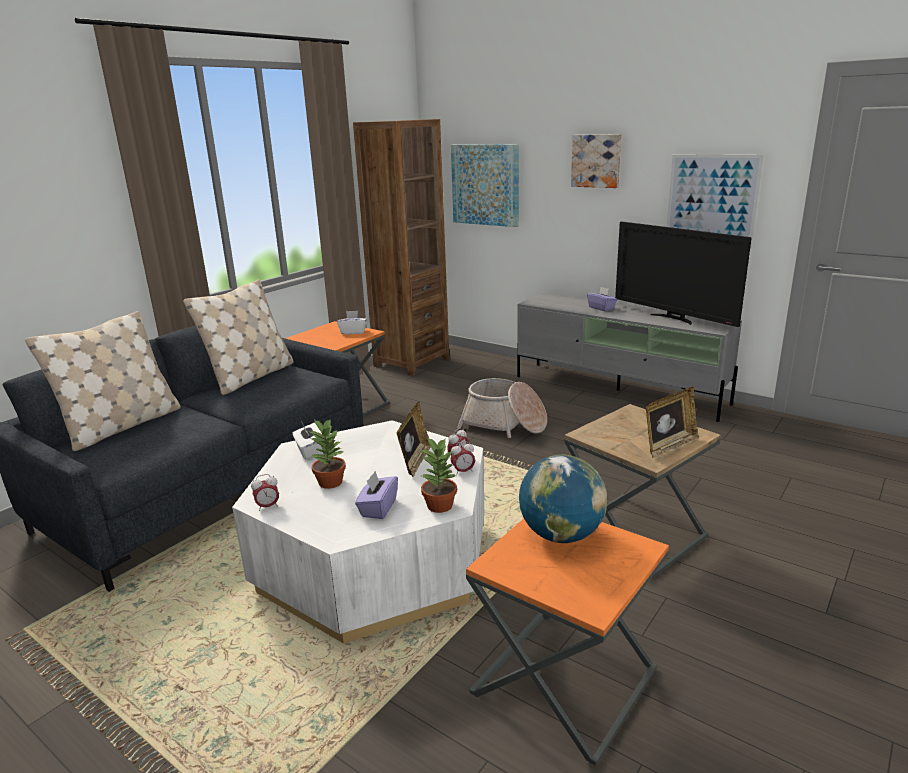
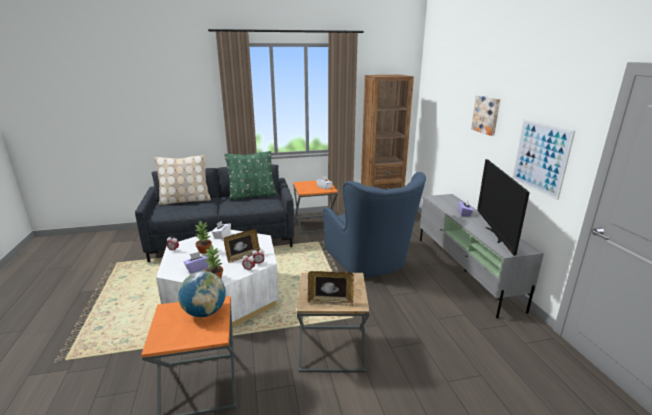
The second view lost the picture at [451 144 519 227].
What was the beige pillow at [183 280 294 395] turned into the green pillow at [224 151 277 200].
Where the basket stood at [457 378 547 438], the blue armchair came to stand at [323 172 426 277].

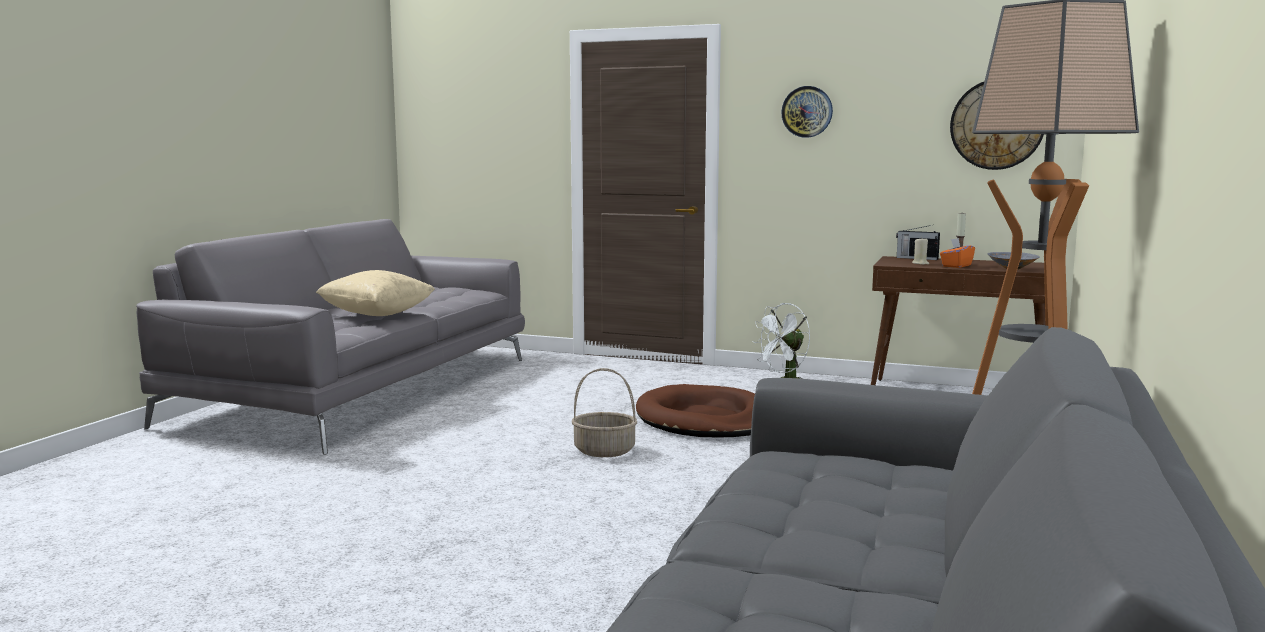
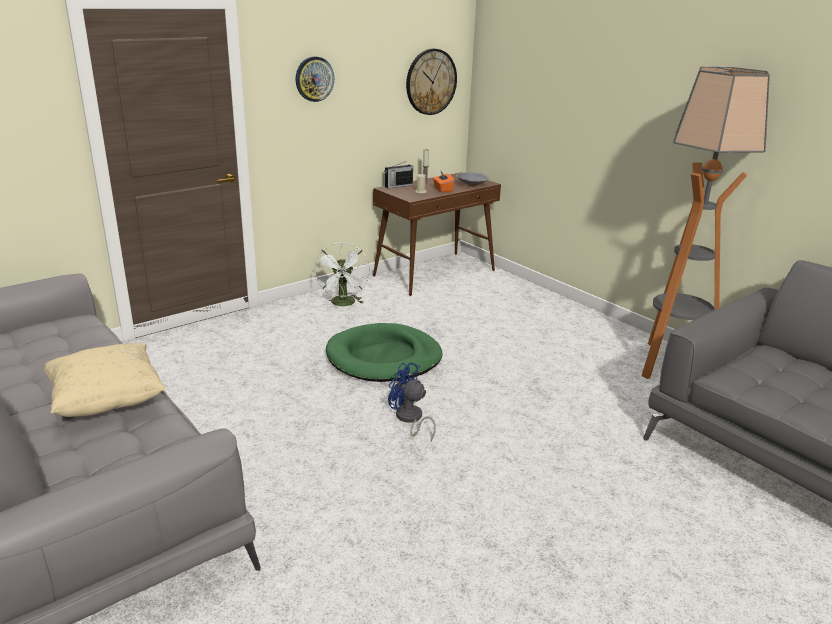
Where the basket stood at [572 368 637 457], the blue fan came to stand at [388 362 436 441].
What was the brown dog bed at [636 384 755 438] turned into the green dog bed at [326 323 443 382].

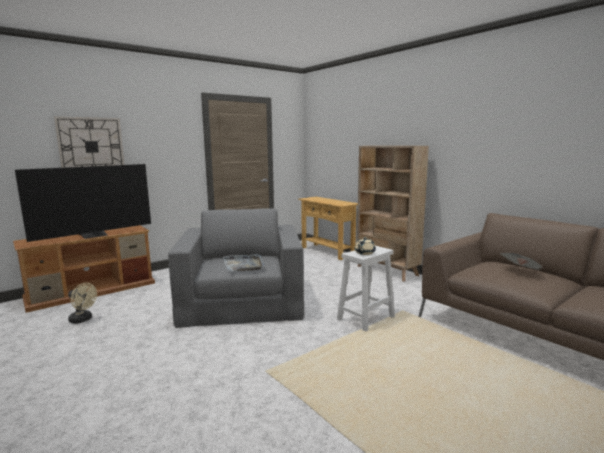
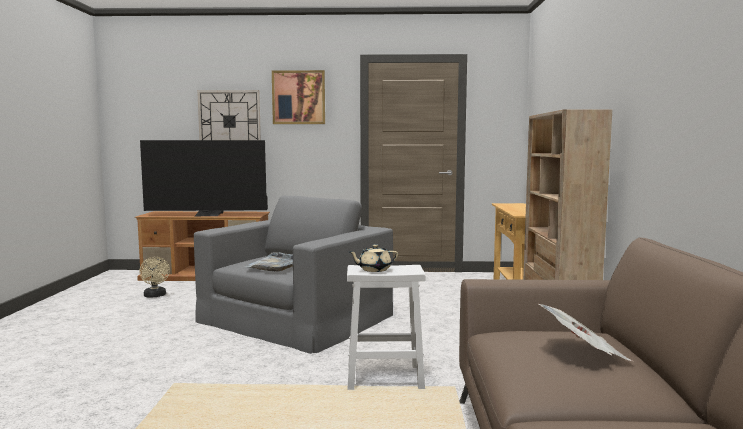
The second view gained the picture at [272 70 325 124].

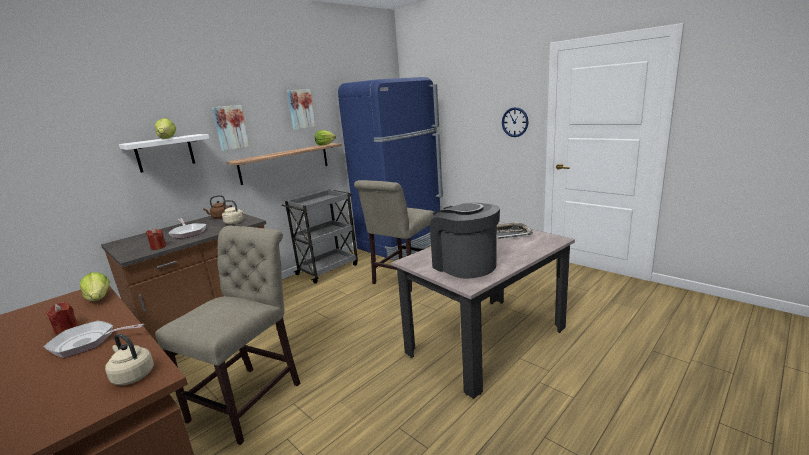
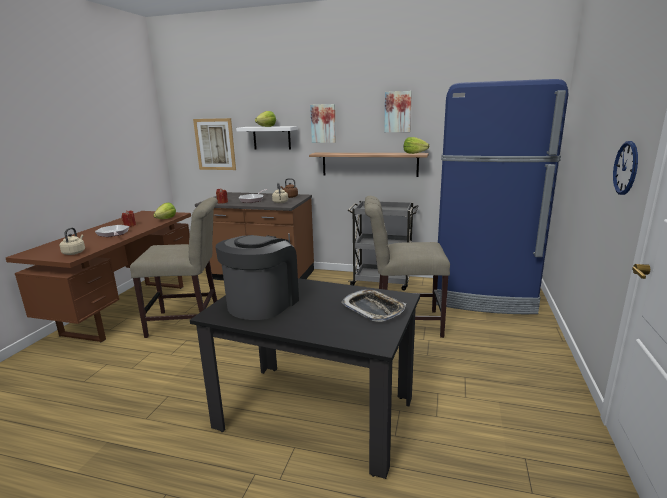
What was the beige dining table at [392 222 575 399] turned into the black dining table at [190 278 420 479].
The second view gained the picture at [193 118 236 170].

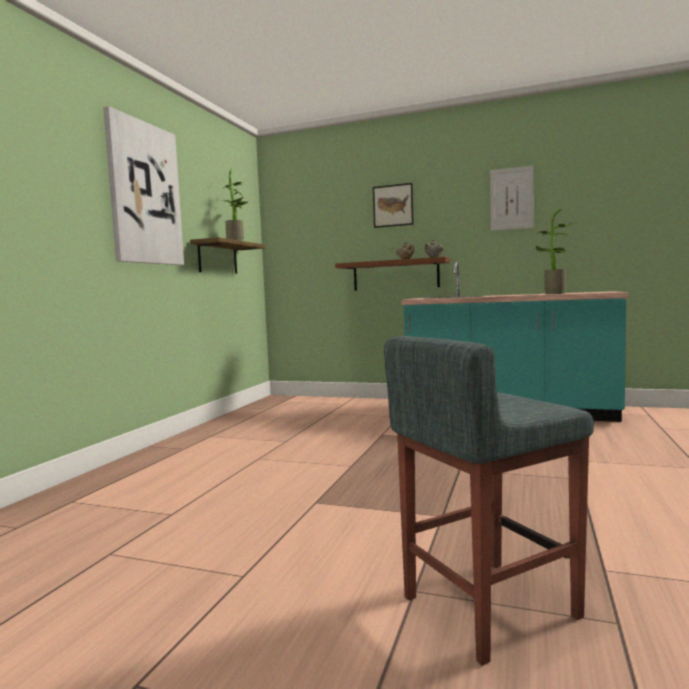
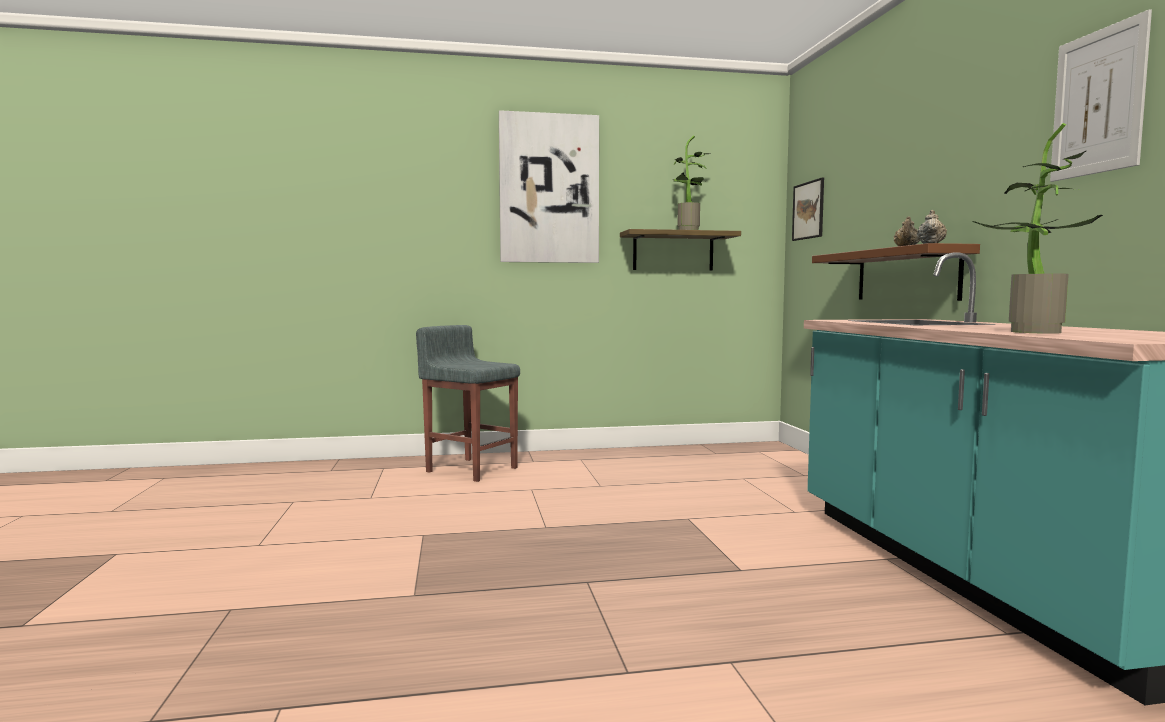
The picture ended up elsewhere, having gone from [373 183 414 228] to [792 178 824 241].
The grey stool ended up elsewhere, having gone from [384 336 594 666] to [416 325 520 482].

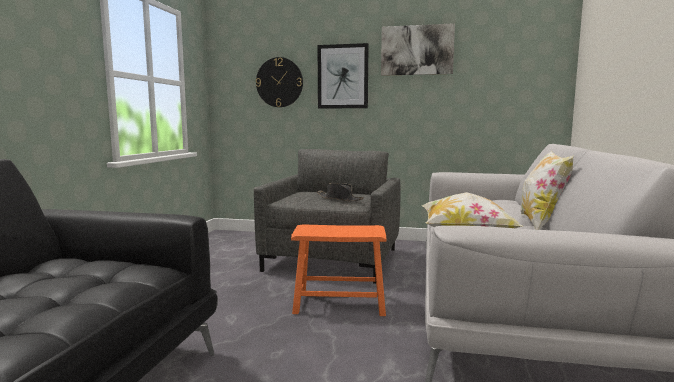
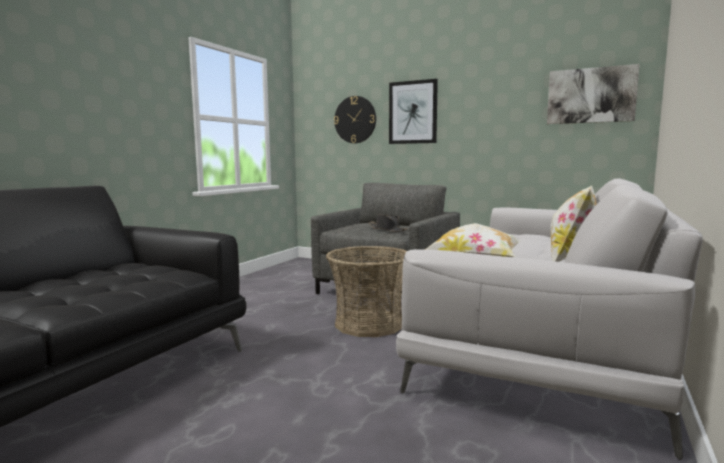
The picture ended up elsewhere, having gone from [381 23 455 76] to [547 64 640 124].
Where the orange stool stood at [291 224 386 316], the basket came to stand at [326 246 407 337].

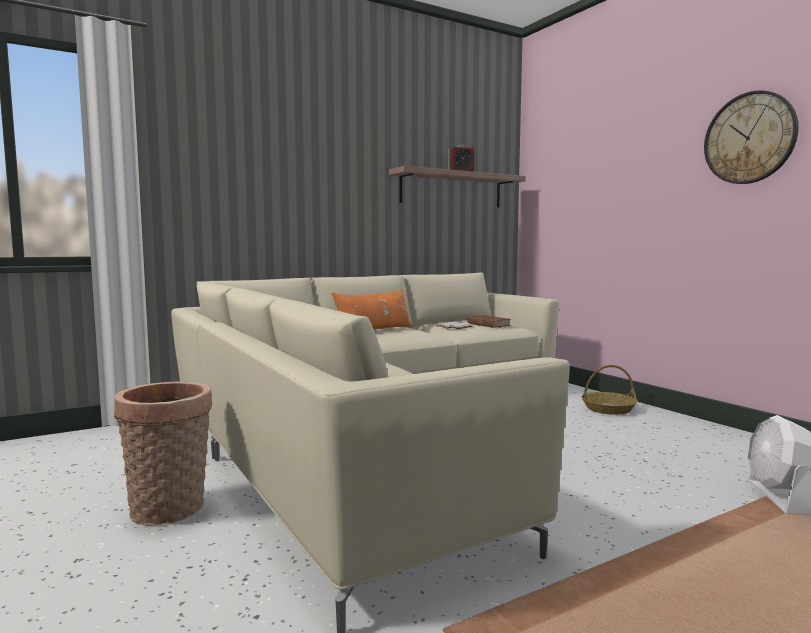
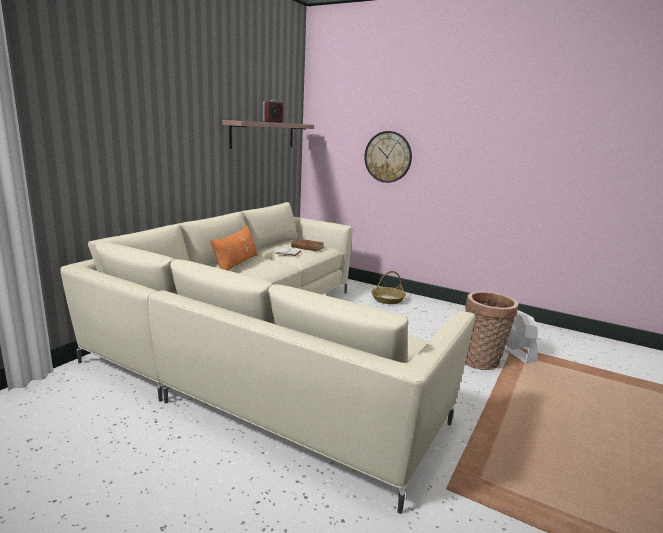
The wall clock ended up elsewhere, having gone from [704 90 799 184] to [364 131 412 183].
The basket ended up elsewhere, having gone from [114 381 212 526] to [465 291 518 370].

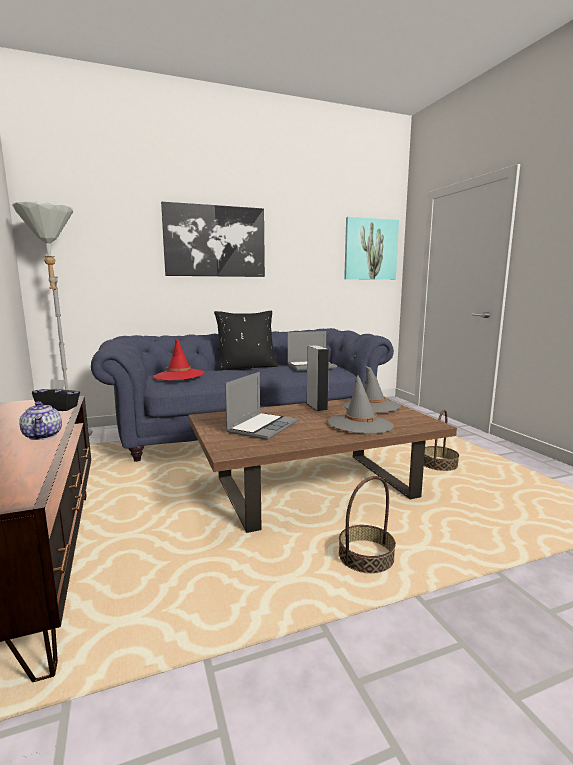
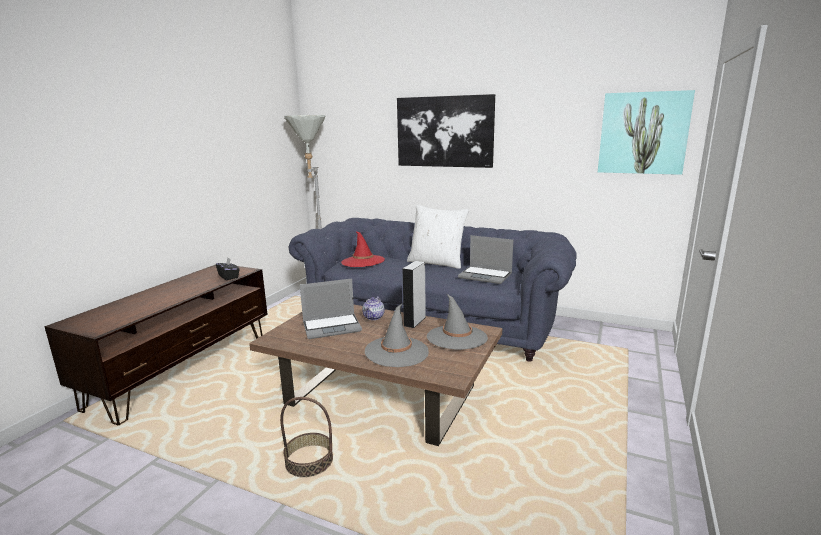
What was the black pillow at [214 311 278 371] turned into the white pillow at [407 205 469 269].
The teapot ended up elsewhere, having gone from [19 401 62 440] to [362 296 385 320].
The second view lost the basket at [424 409 459 471].

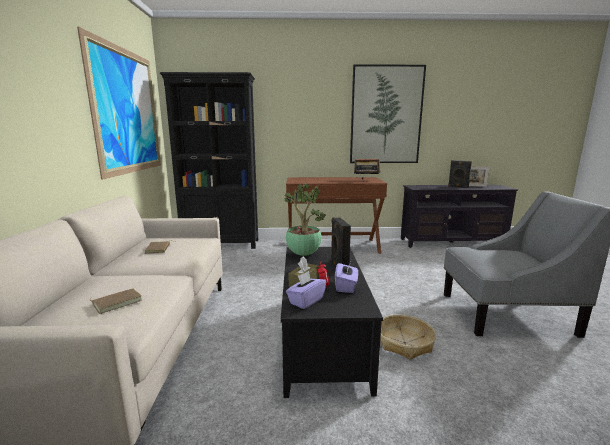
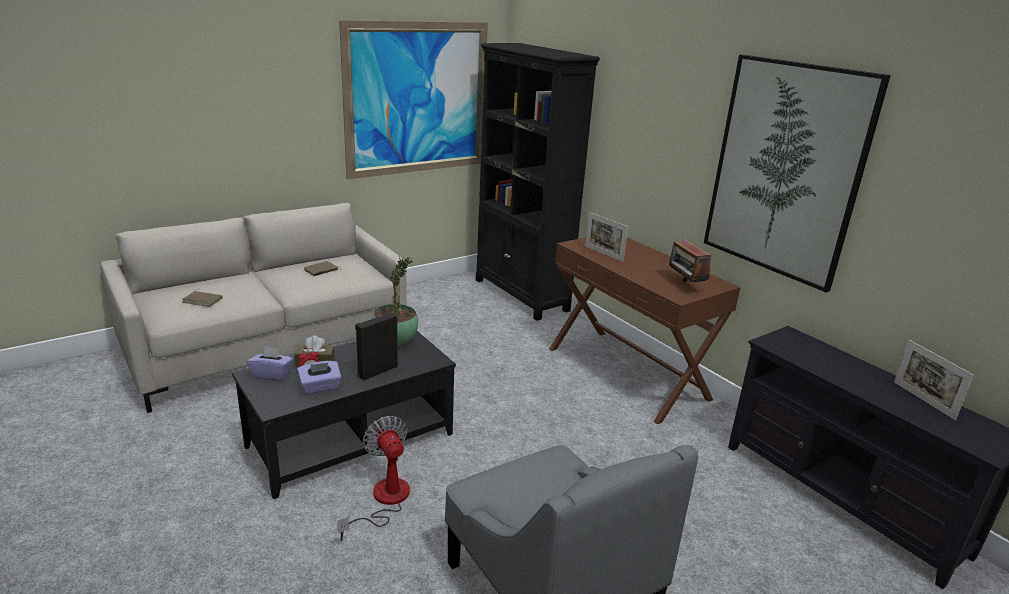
The second view lost the black speaker at [448 160 472 188].
Where the basket stood at [380 315 436 360], the fan came to stand at [337 416 410 541].
The second view gained the picture frame at [585 212 628 262].

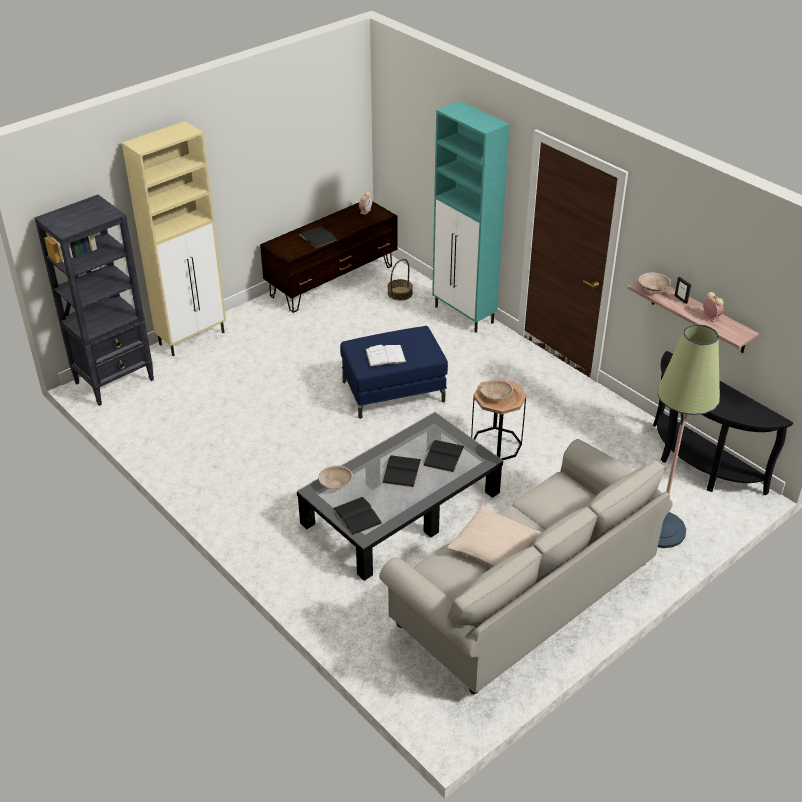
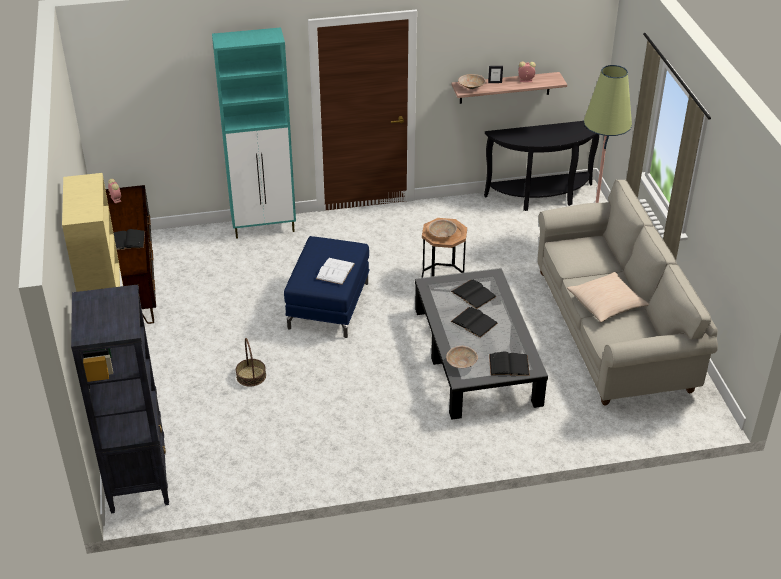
The basket ended up elsewhere, having gone from [387 259 413 301] to [236 338 266 387].

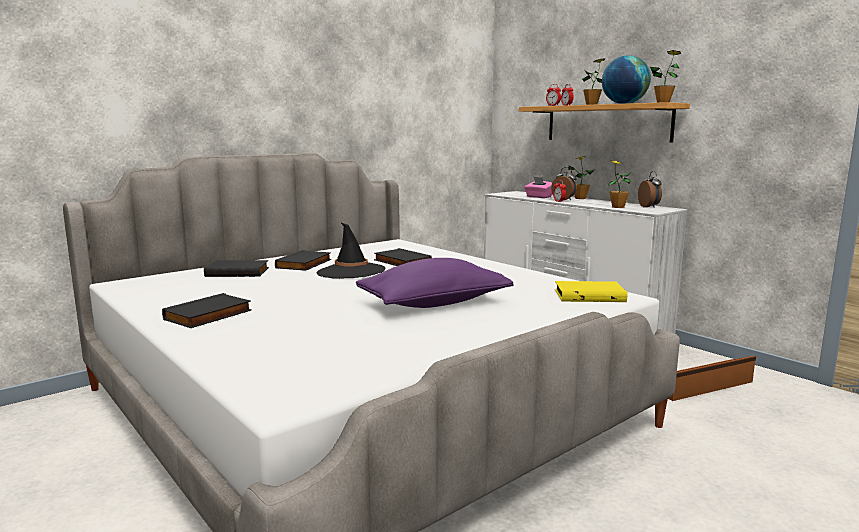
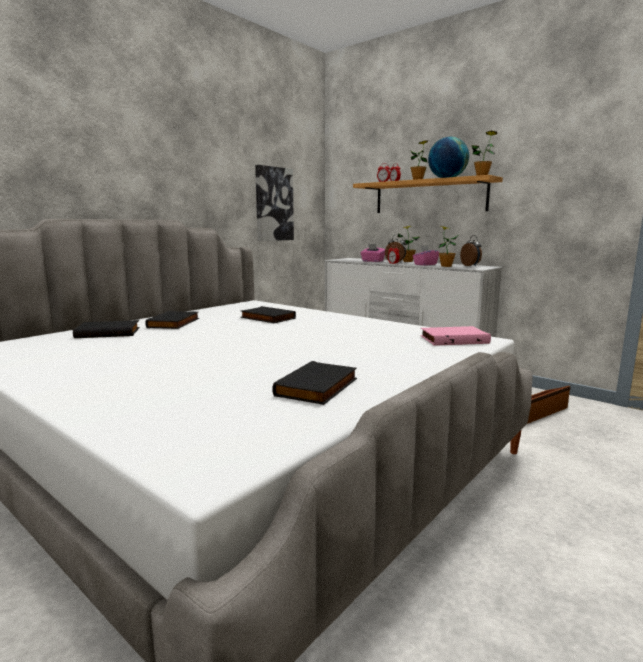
The second view lost the black hat at [317 222 386 279].
The second view lost the purple pillow at [356 258 514 308].
What was the yellow book at [555 281 627 302] turned into the pink book at [420 326 491 346].
The black book ended up elsewhere, having gone from [162 293 252 328] to [272 361 357 405].
The second view gained the picture at [255 165 294 241].
The second view gained the pink tissue box at [412 245 439 266].

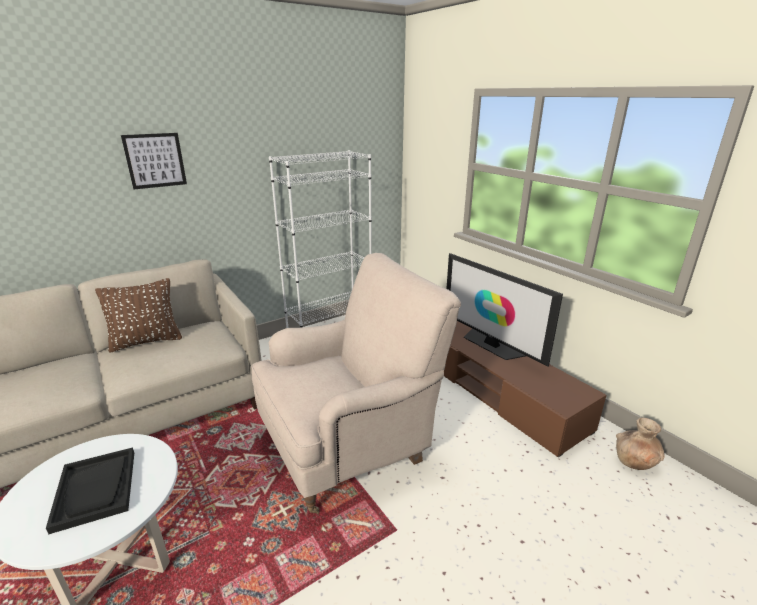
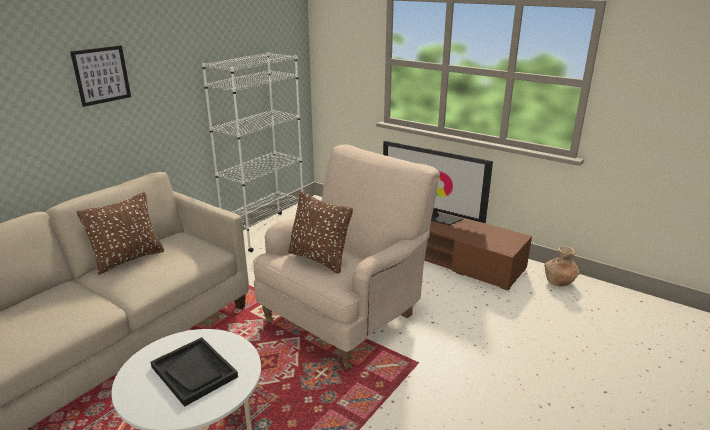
The second view gained the brown pillow at [288 192 353 274].

